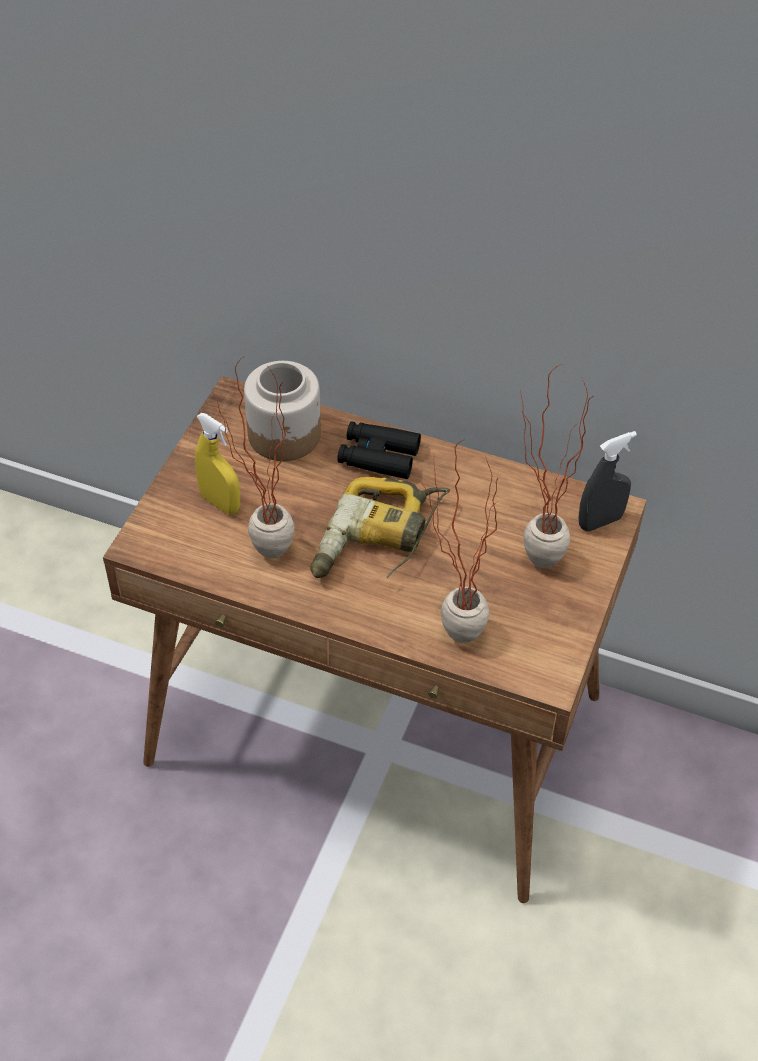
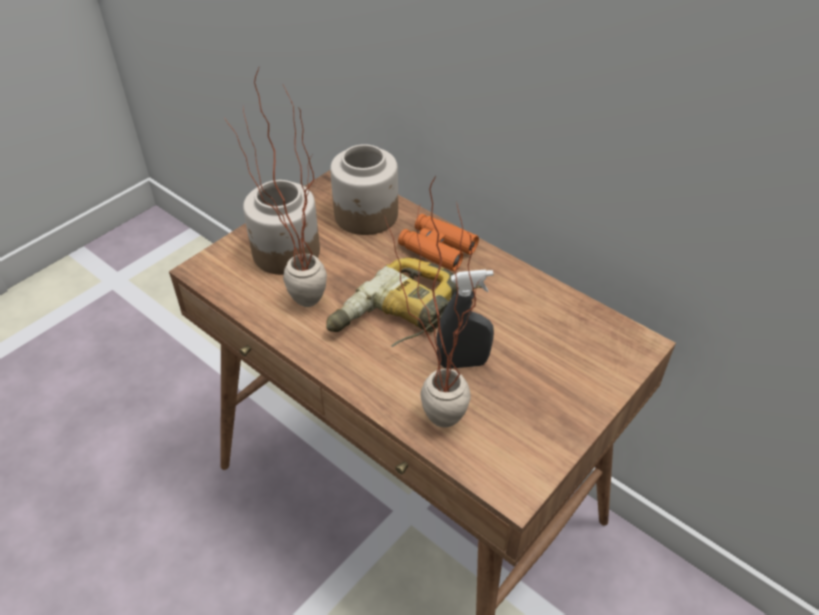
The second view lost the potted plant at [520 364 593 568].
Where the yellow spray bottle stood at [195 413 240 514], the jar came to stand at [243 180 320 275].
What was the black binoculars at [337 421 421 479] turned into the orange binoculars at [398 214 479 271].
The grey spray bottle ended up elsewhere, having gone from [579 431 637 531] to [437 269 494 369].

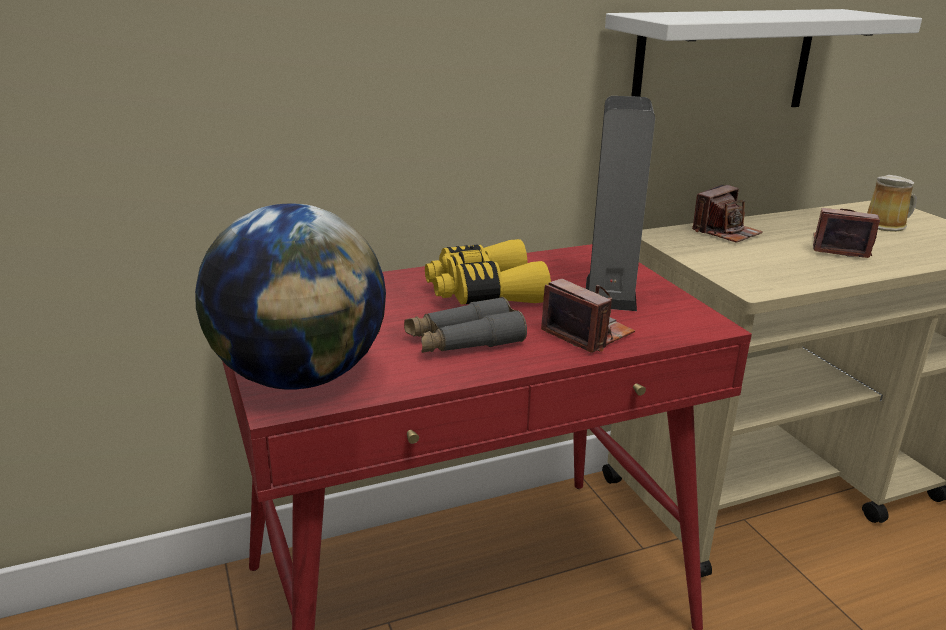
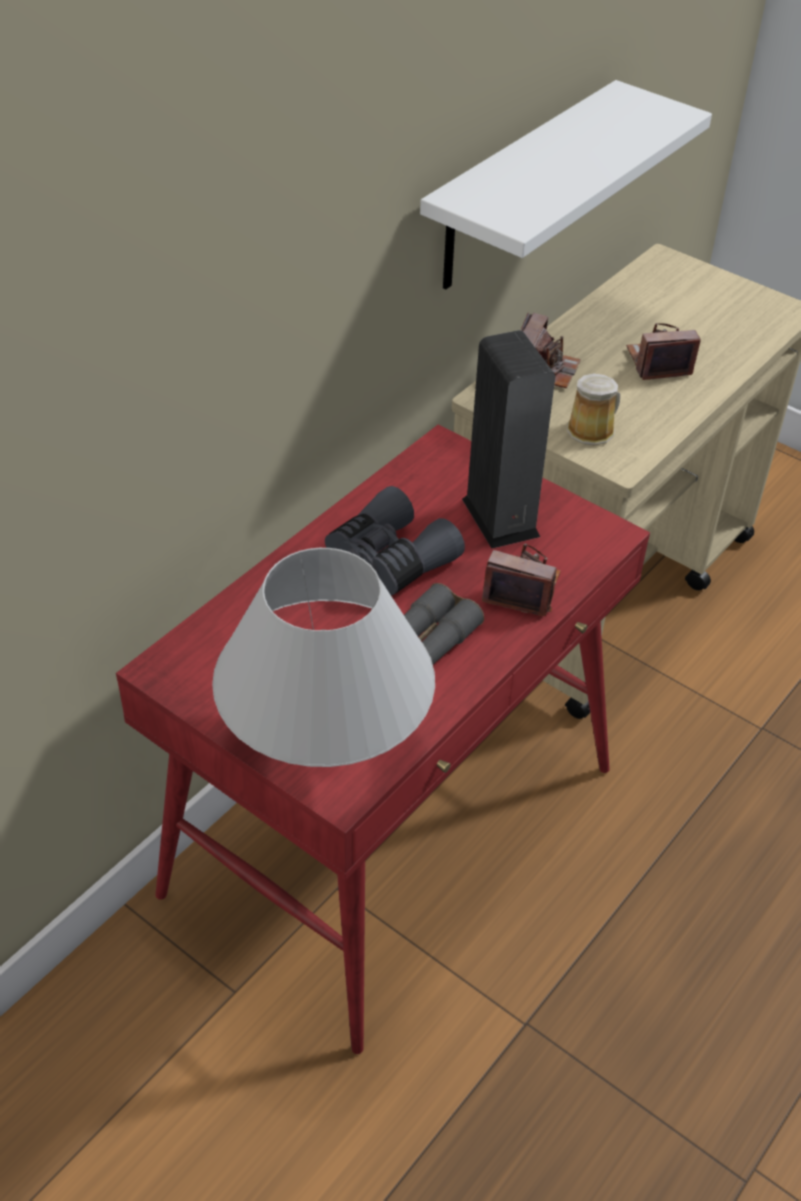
The mug ended up elsewhere, having gone from [867 175 917 232] to [567 374 620 446].
Where the globe stood at [195 204 386 390], the white table lamp came to stand at [212 548 435 767].
What was the yellow binoculars at [425 239 551 304] turned into the grey binoculars at [325 486 465 596].

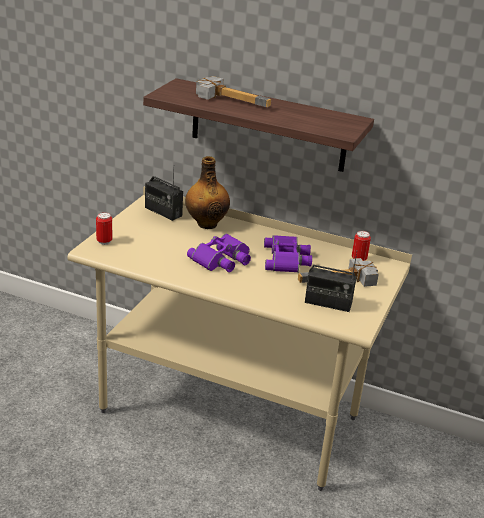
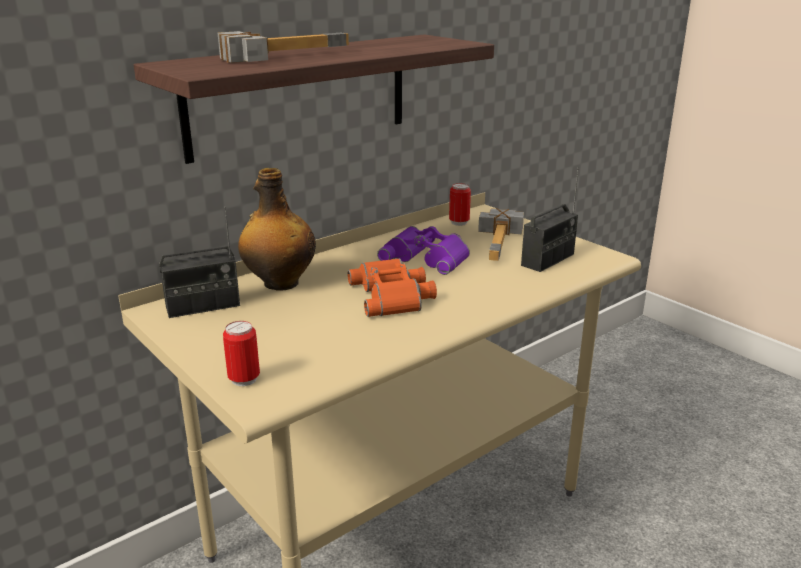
What was the purple binoculars at [187 234 251 272] turned into the orange binoculars at [347 258 437 317].

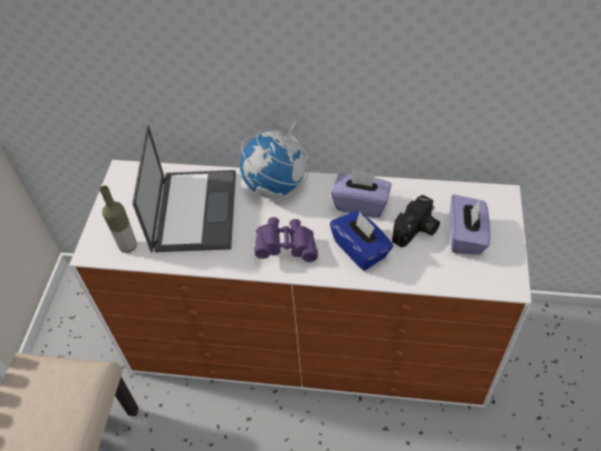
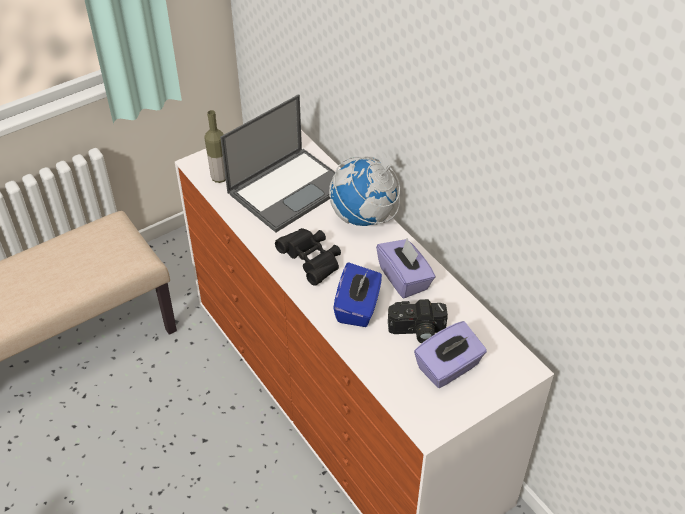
What was the purple binoculars at [254 217 318 262] turned into the black binoculars at [275 228 341 285].

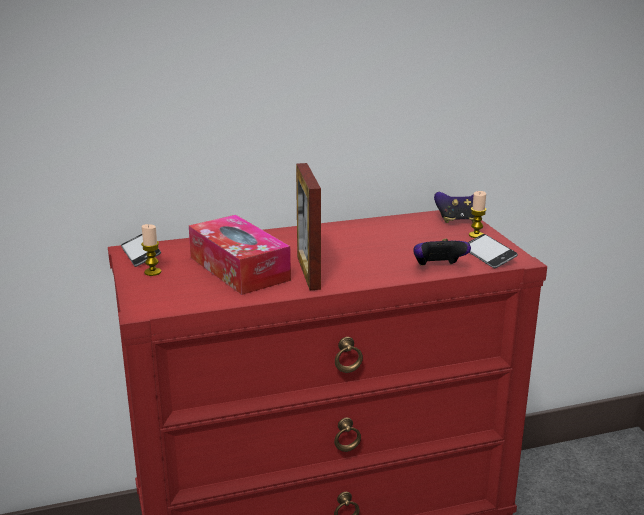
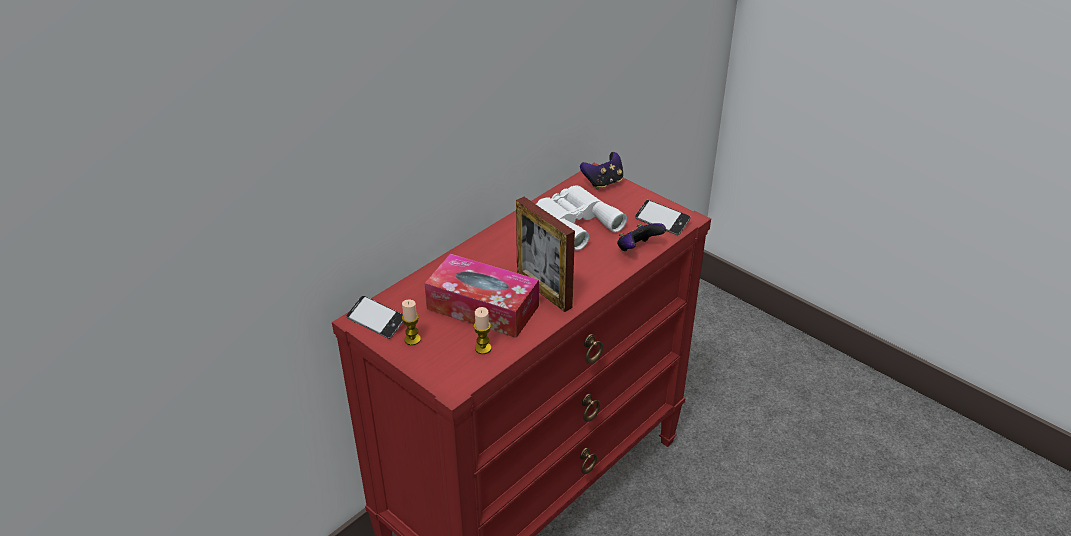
The candle ended up elsewhere, having gone from [469 191 486 238] to [474 307 491 354].
The second view gained the white binoculars at [536 185 627 251].

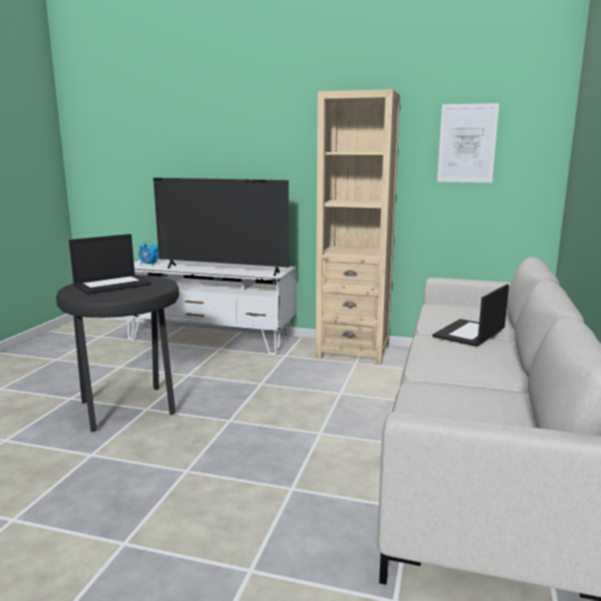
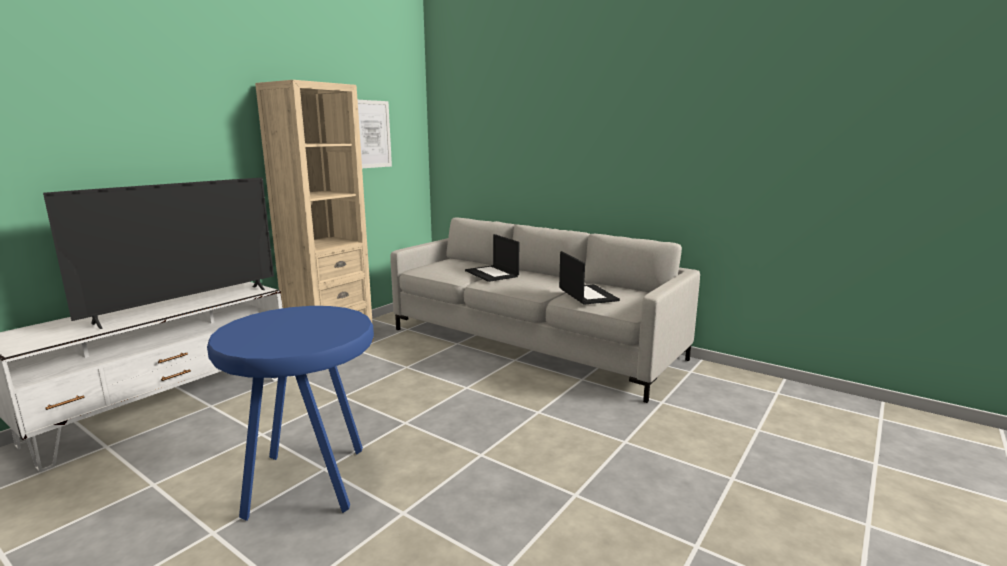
The laptop ended up elsewhere, having gone from [69 234 151 294] to [559 251 620 305].
The second view lost the alarm clock at [138 240 159 266].
What was the black stool at [56 275 179 432] turned into the blue stool at [207 306 374 521].

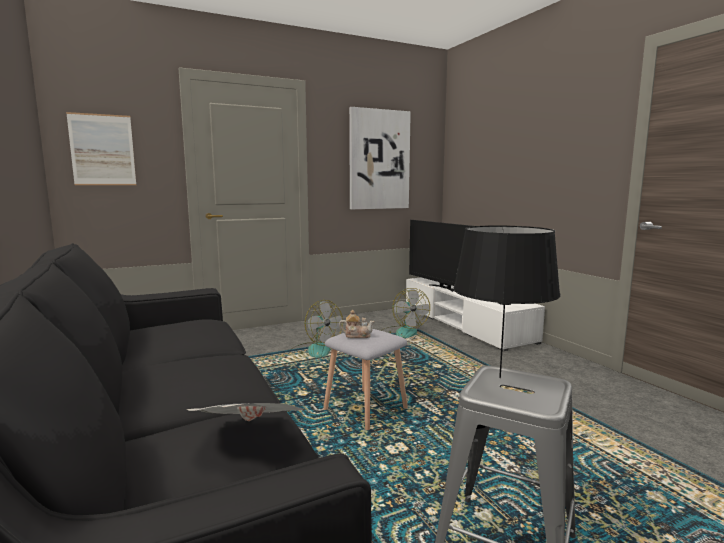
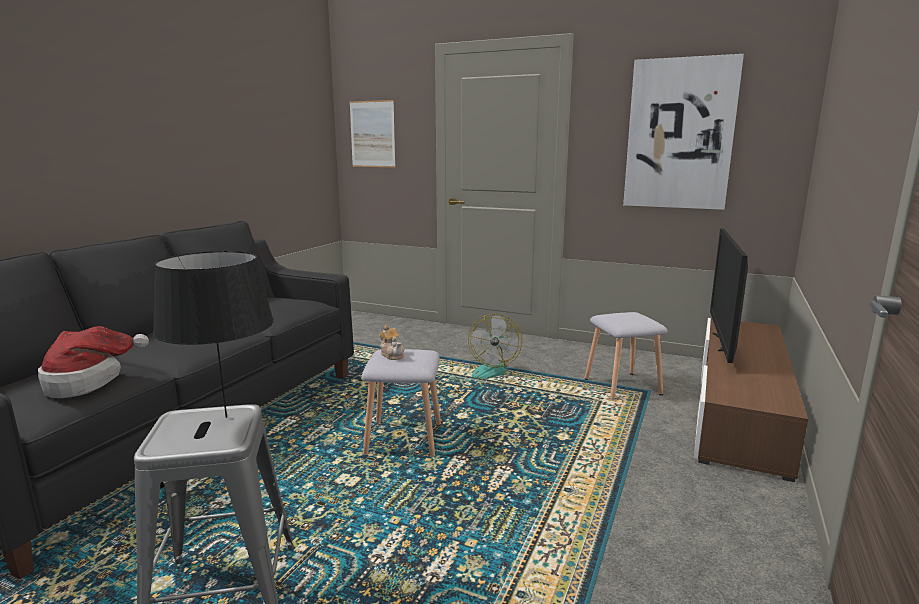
What was the white tv stand at [406 277 545 351] turned into the brown tv stand at [694 318 808 482].
Where the fan stood at [380 288 430 338], the grey stool came to stand at [585 312 668 400].
Where the newspaper stood at [187 403 306 421], the hat came to stand at [38 326 149 398].

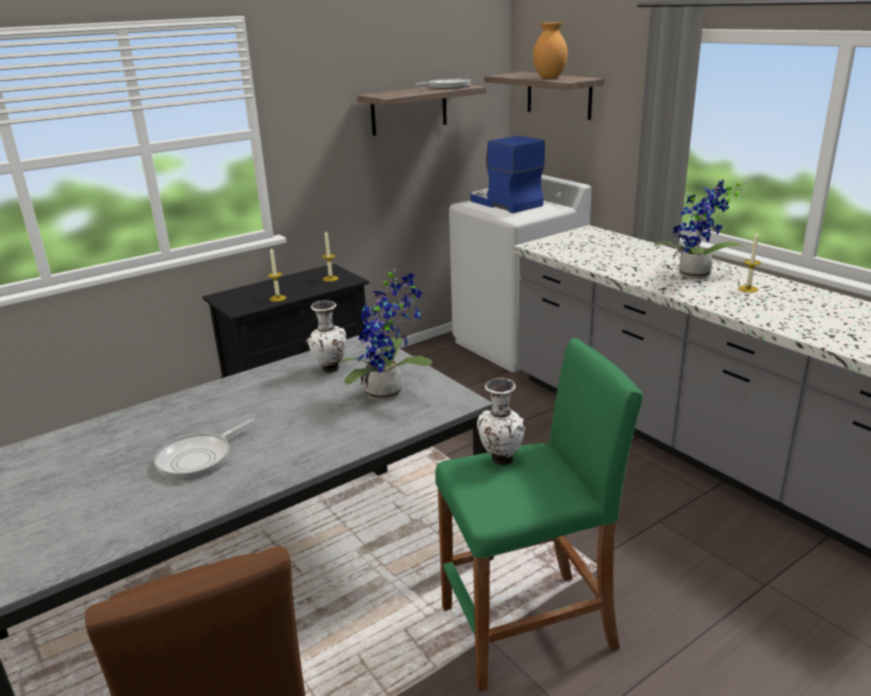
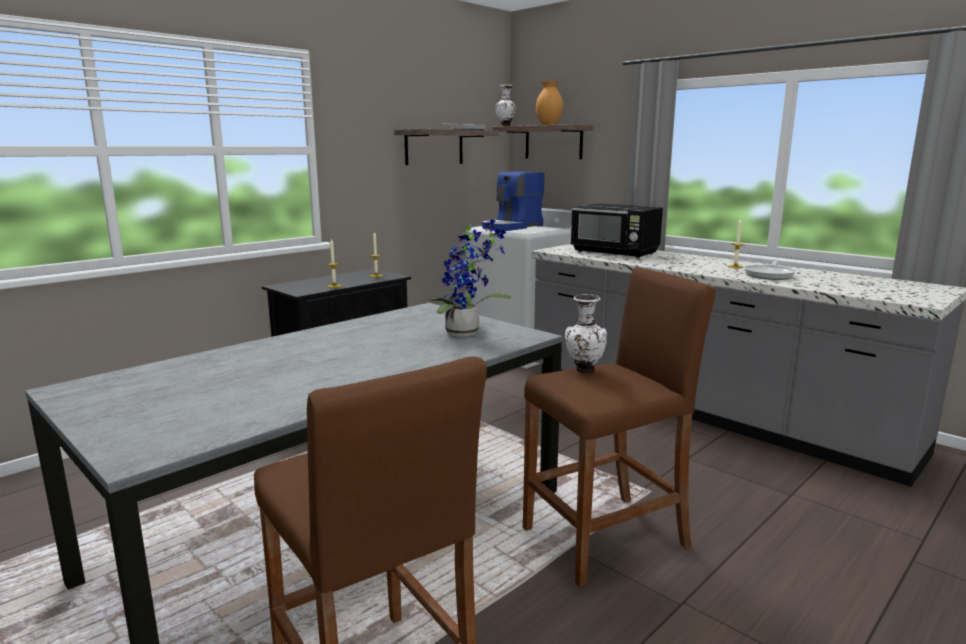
The coffee machine at [470 136 545 213] ended up facing another way, 90 degrees counterclockwise from before.
The second view lost the potted plant at [654 179 749 279].
The white vase ended up elsewhere, having gone from [307 300 346 373] to [496 85 516 126].
What was the green stool at [435 338 643 692] turned into the brown stool at [523 267 716 587].
The frying pan ended up elsewhere, having gone from [154 419 254 480] to [744 261 795 280].
The second view gained the black microwave at [571 203 663 258].

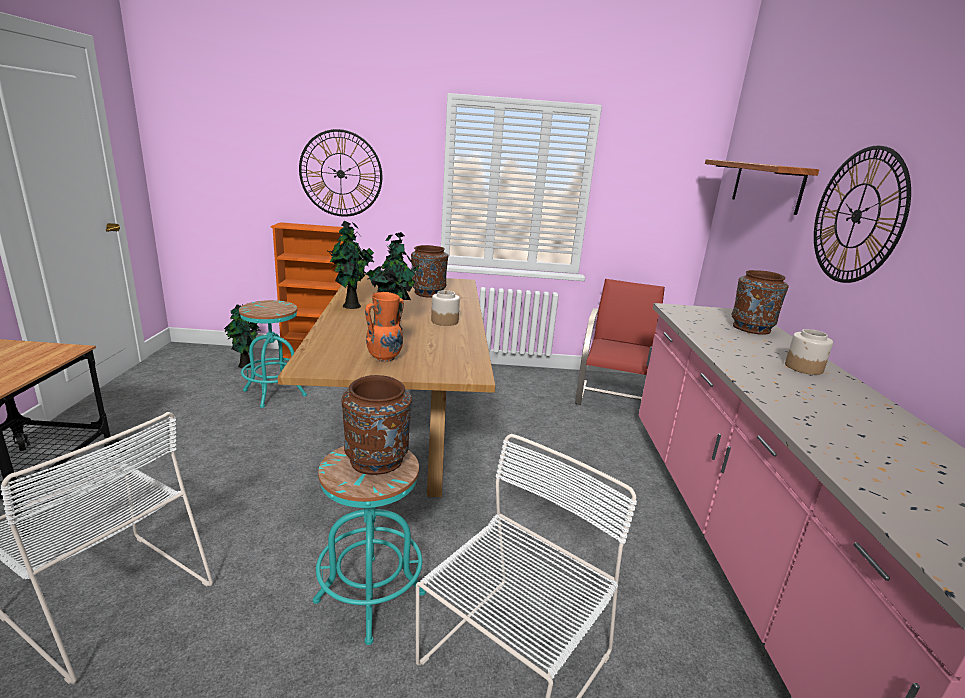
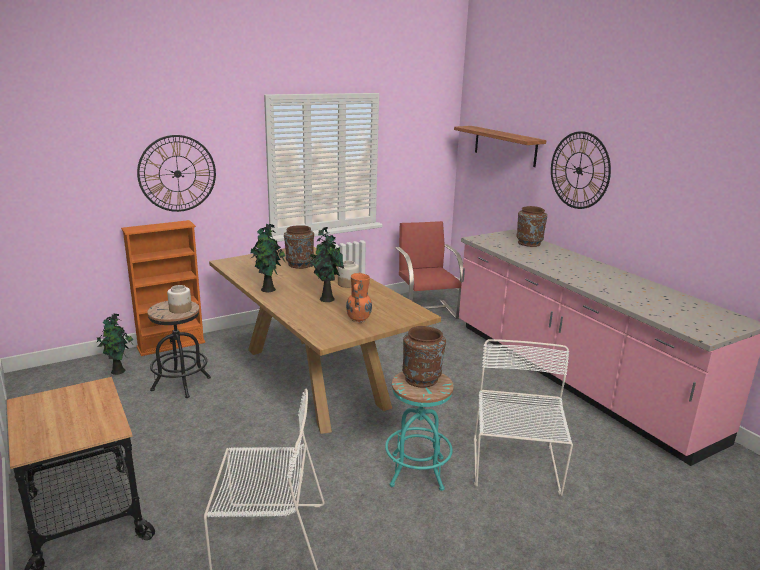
What was the turquoise stool at [239 300 307 408] turned into the black stool at [147 301 211 398].
The jar ended up elsewhere, having gone from [785 329 833 375] to [167 285 192 314].

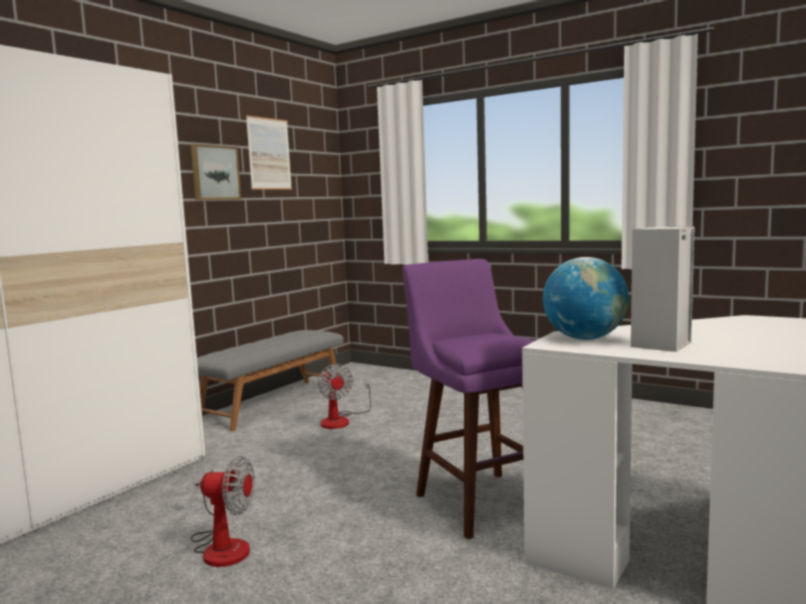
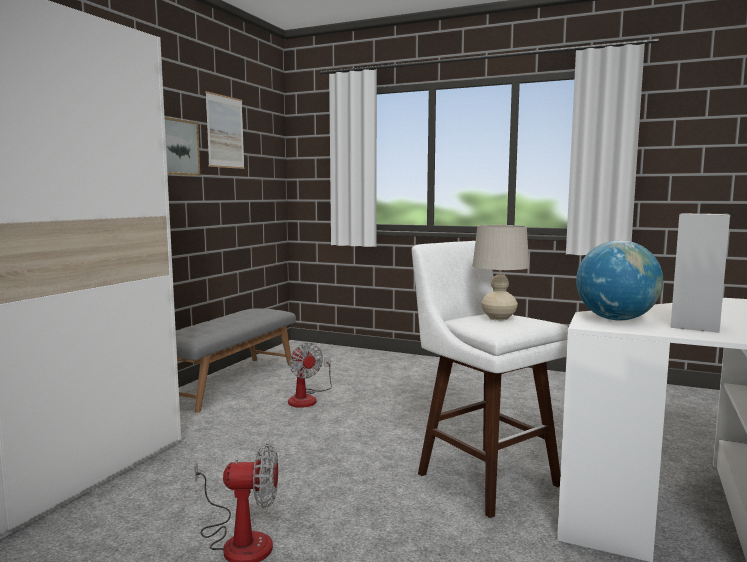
What was the purple stool at [402 259 535 539] turned into the white stool at [412 241 568 518].
The second view gained the beige table lamp at [473 225 529 321].

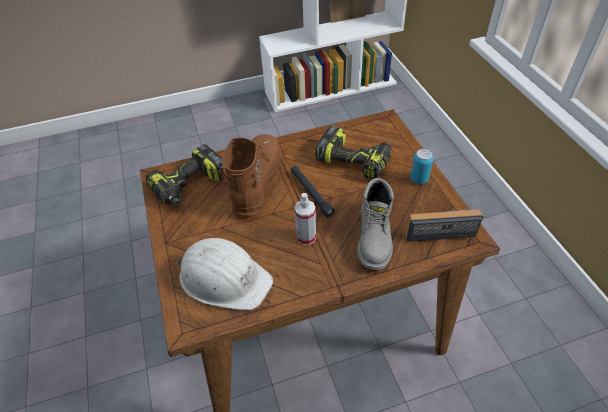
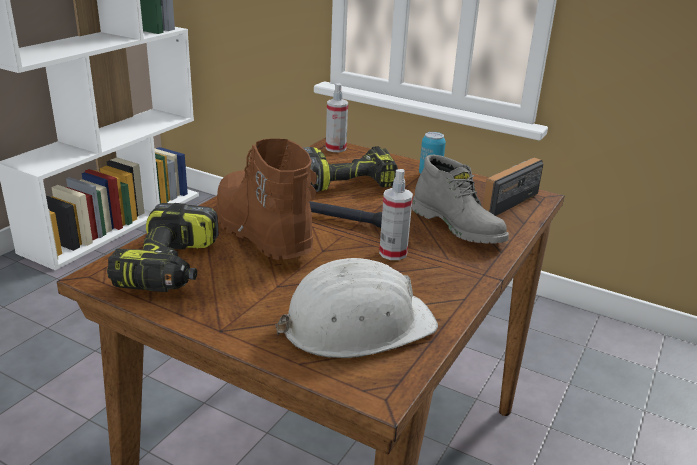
The second view gained the spray bottle at [326 83 348 152].

